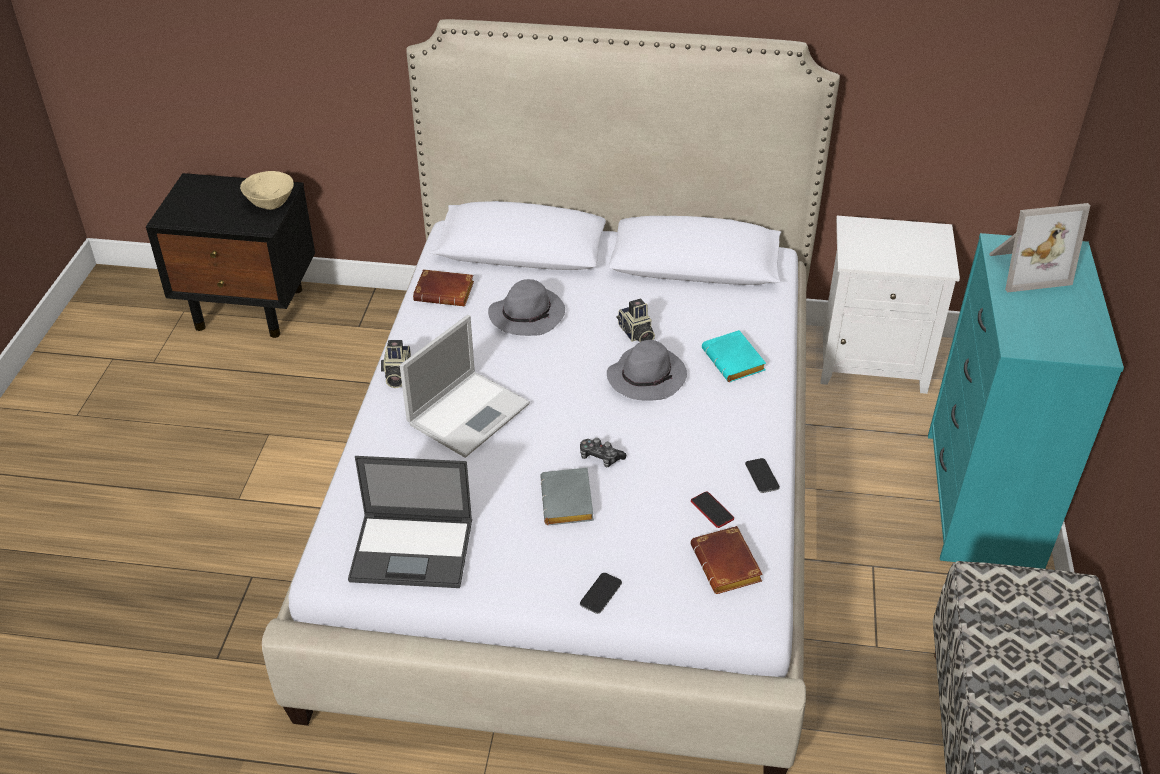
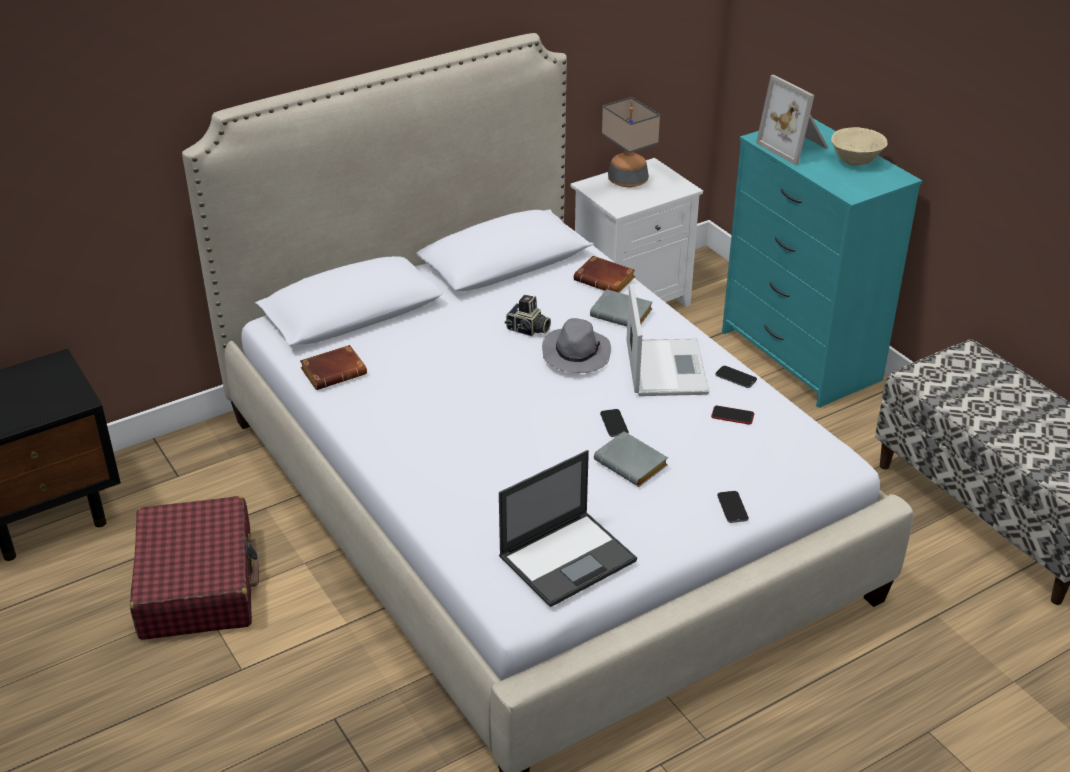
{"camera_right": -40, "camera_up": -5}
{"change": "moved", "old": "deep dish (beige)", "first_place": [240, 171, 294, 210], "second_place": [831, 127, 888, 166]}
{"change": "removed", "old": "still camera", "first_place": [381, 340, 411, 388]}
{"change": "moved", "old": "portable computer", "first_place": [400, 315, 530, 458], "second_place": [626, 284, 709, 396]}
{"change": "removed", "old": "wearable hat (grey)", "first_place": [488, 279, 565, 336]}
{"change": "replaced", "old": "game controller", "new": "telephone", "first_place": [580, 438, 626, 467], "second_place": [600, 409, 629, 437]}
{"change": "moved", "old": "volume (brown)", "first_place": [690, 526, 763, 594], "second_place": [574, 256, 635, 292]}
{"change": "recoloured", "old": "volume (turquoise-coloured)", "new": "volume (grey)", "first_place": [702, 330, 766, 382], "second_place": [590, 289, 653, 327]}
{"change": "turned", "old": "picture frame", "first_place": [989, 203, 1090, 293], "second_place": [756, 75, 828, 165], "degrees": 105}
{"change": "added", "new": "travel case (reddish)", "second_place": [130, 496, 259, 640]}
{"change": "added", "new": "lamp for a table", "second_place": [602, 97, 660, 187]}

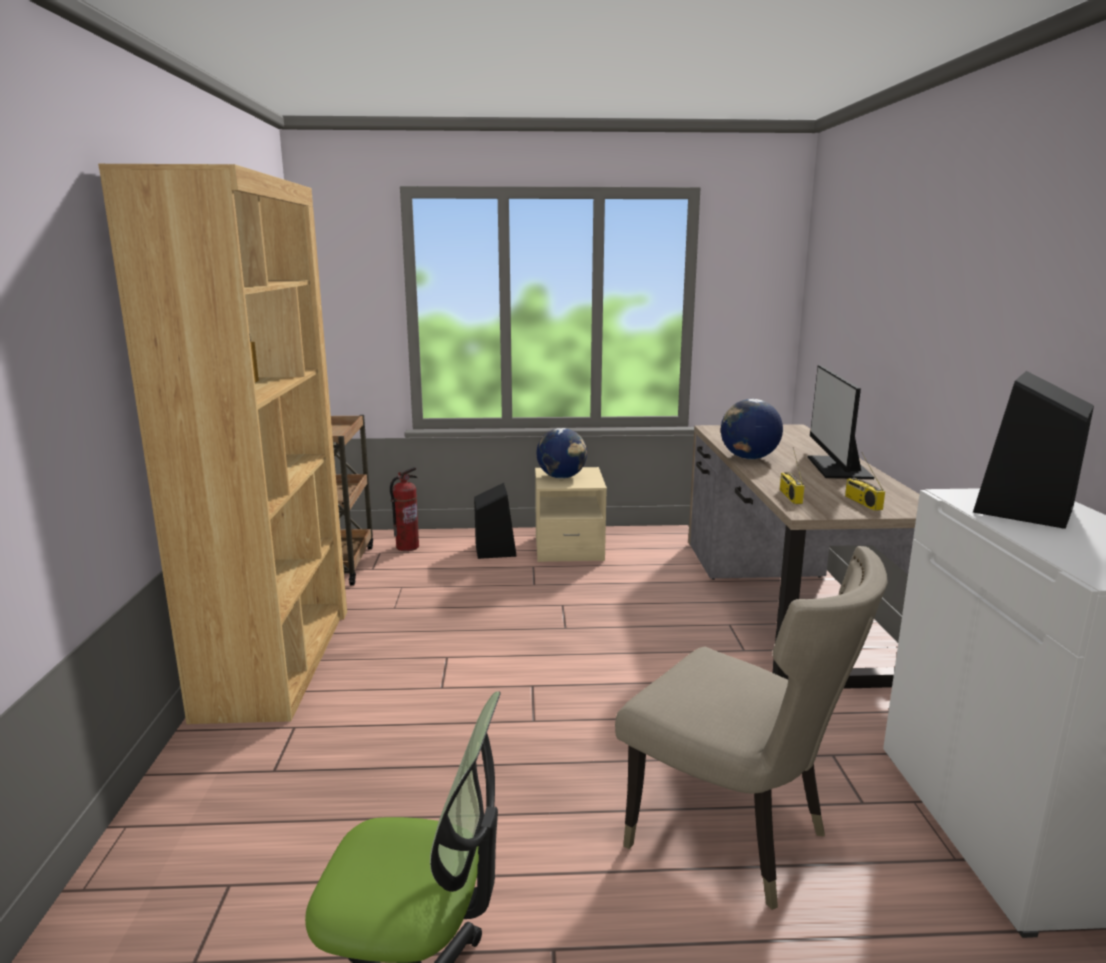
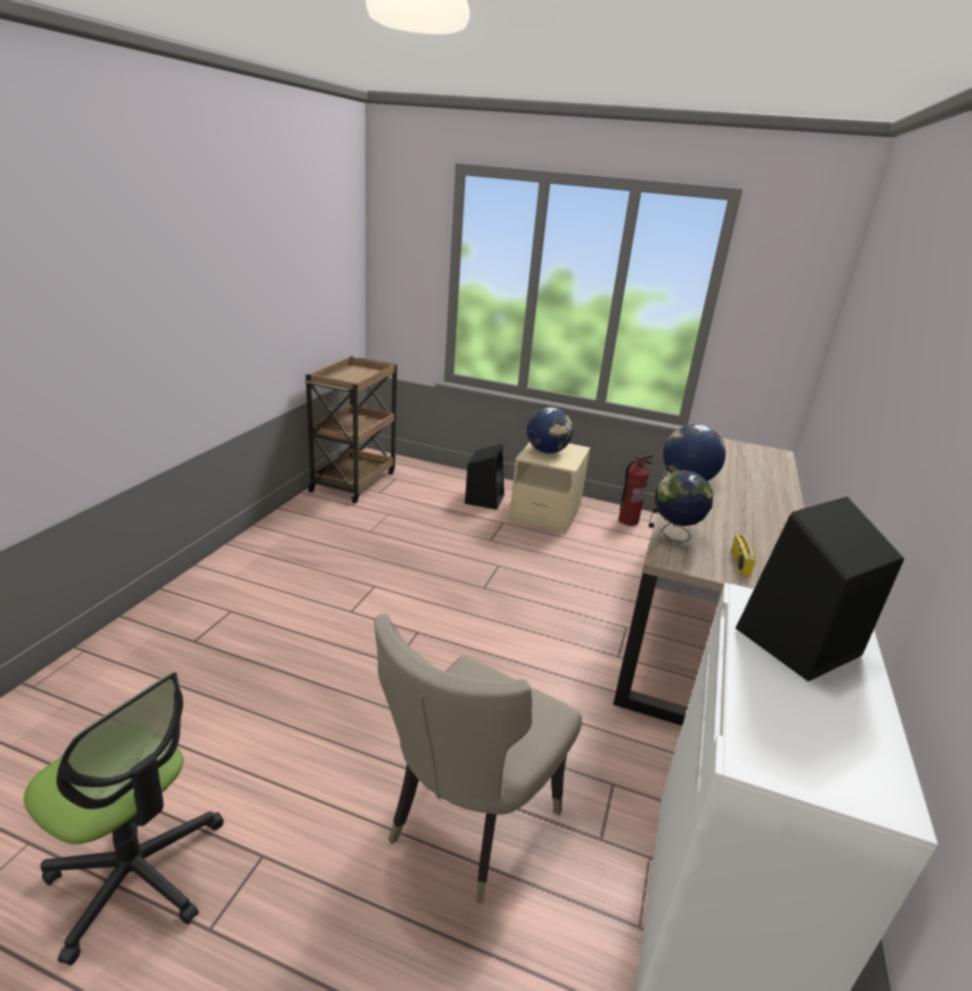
{"camera_right": 20, "camera_up": 10}
{"change": "removed", "old": "bookcase (brown)", "first_place": [98, 164, 347, 724]}
{"change": "moved", "old": "fire-fighting cylinder", "first_place": [390, 467, 419, 551], "second_place": [619, 454, 654, 526]}
{"change": "turned", "old": "chair (beige)", "first_place": [615, 546, 888, 910], "second_place": [374, 614, 582, 904], "degrees": 60}
{"change": "replaced", "old": "radio", "new": "desk globe", "first_place": [780, 447, 804, 504], "second_place": [655, 470, 713, 543]}
{"change": "removed", "old": "computer display", "first_place": [808, 365, 874, 479]}

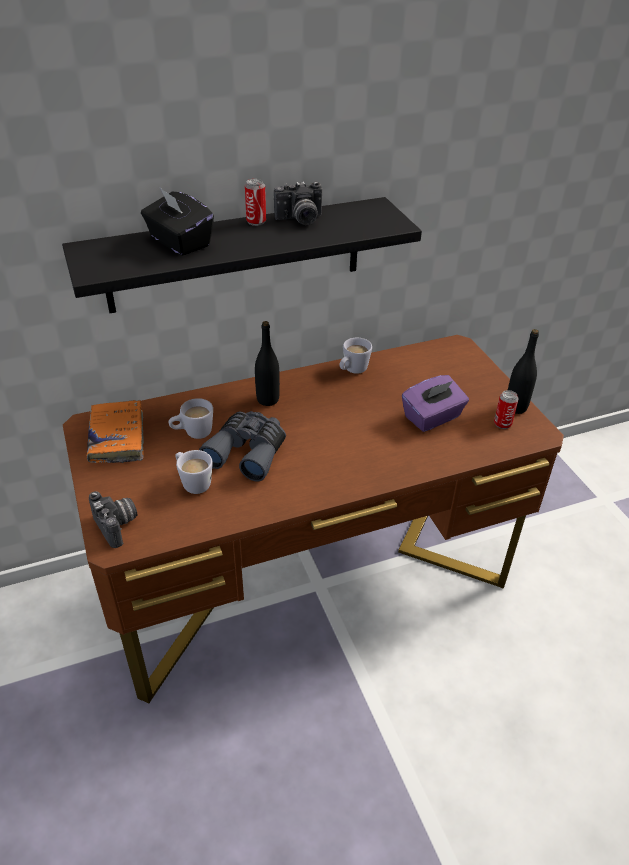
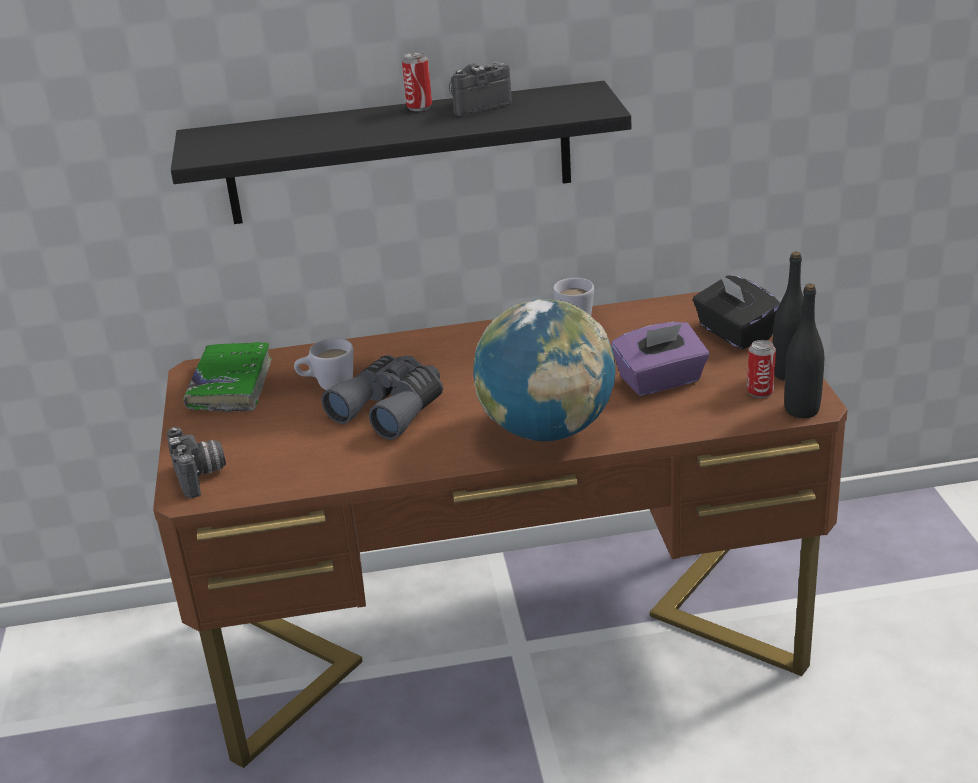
{"camera_right": 15, "camera_up": -10}
{"change": "recoloured", "old": "volume (orange-coloured)", "new": "volume (green)", "first_place": [87, 400, 144, 463], "second_place": [183, 342, 272, 412]}
{"change": "moved", "old": "box of tissues (blackish)", "first_place": [141, 188, 214, 256], "second_place": [693, 274, 780, 349]}
{"change": "removed", "old": "coffee mug (whitish)", "first_place": [175, 450, 213, 494]}
{"change": "moved", "old": "beverage bottle (blackish)", "first_place": [255, 321, 280, 406], "second_place": [784, 283, 824, 418]}
{"change": "turned", "old": "still camera", "first_place": [274, 181, 322, 225], "second_place": [449, 62, 511, 116], "degrees": 150}
{"change": "added", "new": "desk globe", "second_place": [473, 299, 615, 441]}

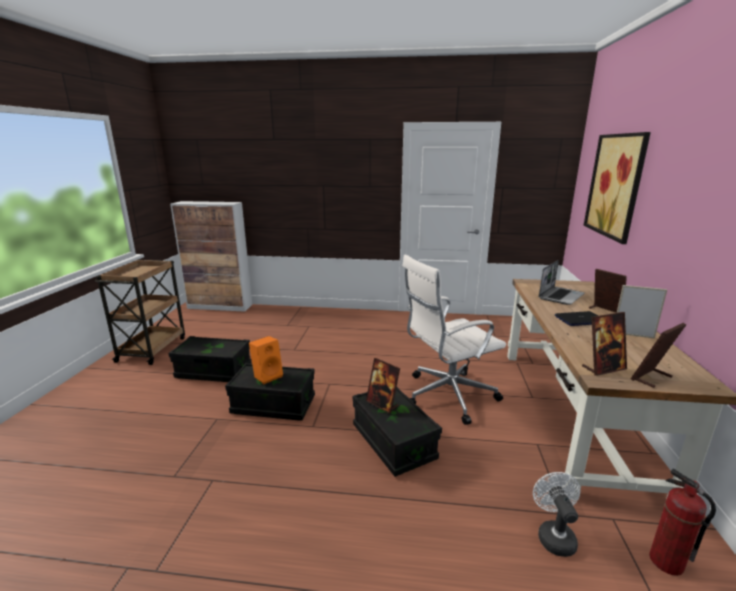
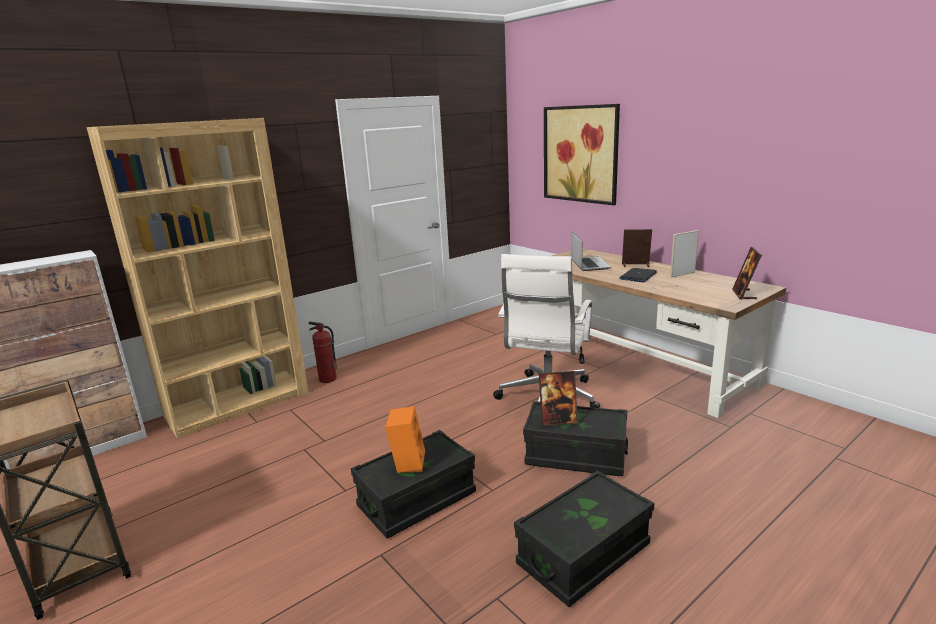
{"camera_right": -45, "camera_up": 0}
{"change": "moved", "old": "storage container (blackish)", "first_place": [168, 336, 252, 382], "second_place": [514, 470, 654, 607]}
{"change": "removed", "old": "electric fan (whitish)", "first_place": [533, 472, 581, 557]}
{"change": "removed", "old": "picture frame", "first_place": [582, 312, 627, 376]}
{"change": "moved", "old": "fire-fighting cylinder", "first_place": [649, 469, 716, 576], "second_place": [308, 322, 337, 383]}
{"change": "added", "new": "bookcase (brown)", "second_place": [86, 118, 309, 439]}

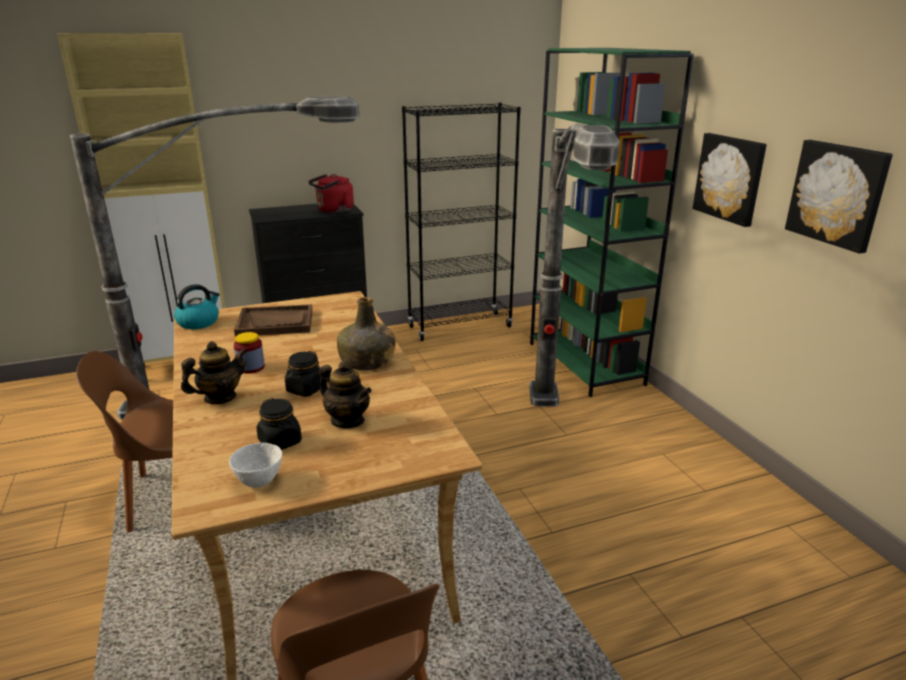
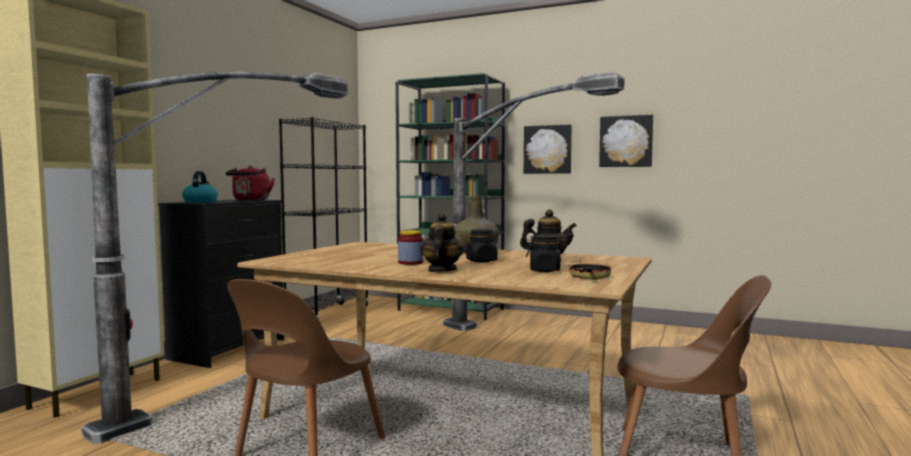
{"camera_right": -45, "camera_up": -20}
{"change": "moved", "old": "tea kettle", "first_place": [174, 284, 220, 329], "second_place": [182, 171, 218, 203]}
{"change": "replaced", "old": "deep dish (whitish)", "new": "skillet", "first_place": [229, 443, 282, 488], "second_place": [569, 261, 611, 280]}
{"change": "removed", "old": "carrying tray (brown)", "first_place": [234, 304, 313, 337]}

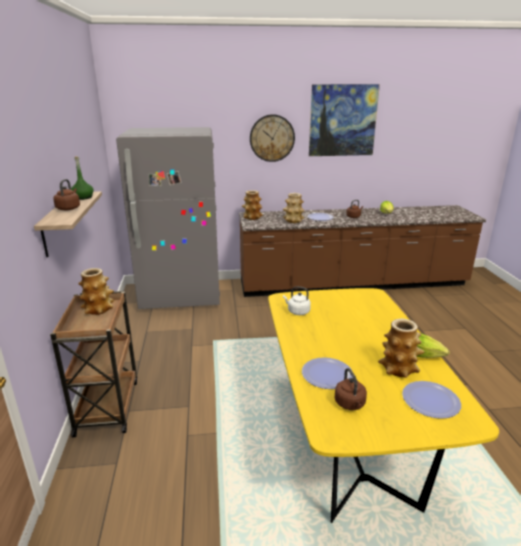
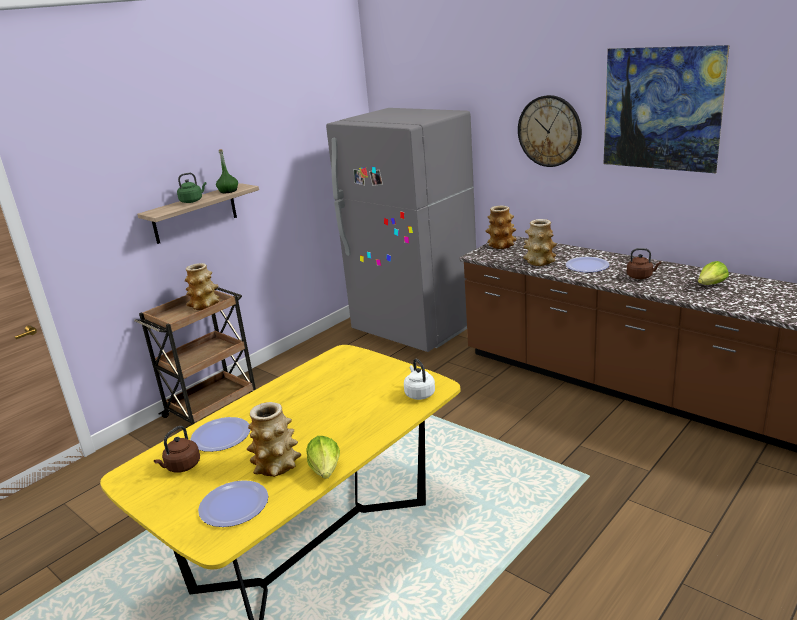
{"camera_right": 50, "camera_up": 0}
{"change": "recoloured", "old": "tea kettle (brown)", "new": "tea kettle (green)", "first_place": [53, 179, 80, 210], "second_place": [177, 173, 207, 203]}
{"change": "moved", "old": "tea kettle (whitish)", "first_place": [283, 286, 311, 315], "second_place": [404, 359, 435, 400]}

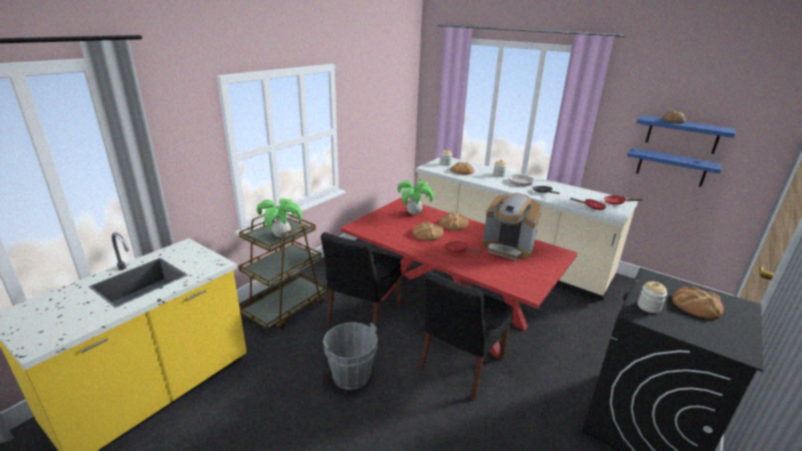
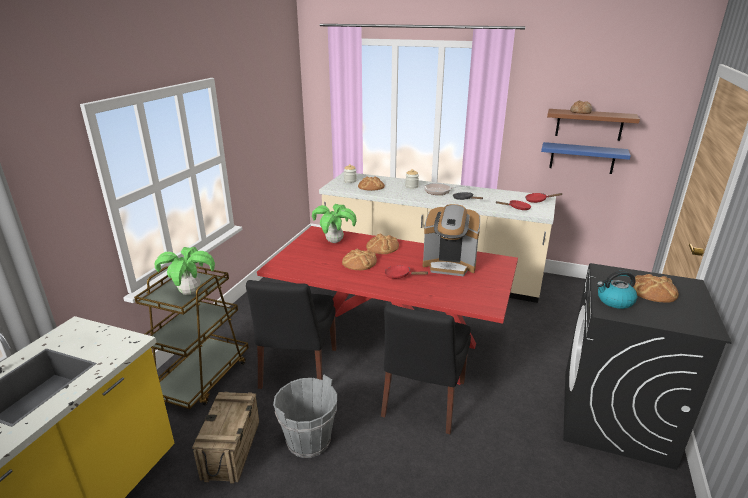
{"camera_right": -15, "camera_up": 0}
{"change": "recoloured", "old": "wall shelf (bluish)", "new": "wall shelf (brown)", "first_place": [637, 115, 736, 154], "second_place": [547, 109, 640, 141]}
{"change": "replaced", "old": "storage jar", "new": "tea kettle", "first_place": [638, 281, 667, 313], "second_place": [597, 271, 637, 309]}
{"change": "added", "new": "shipping crate", "second_place": [192, 392, 259, 484]}

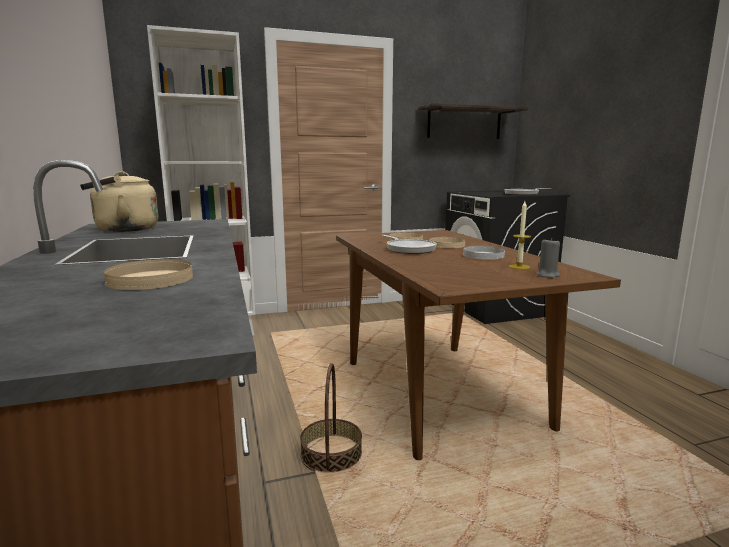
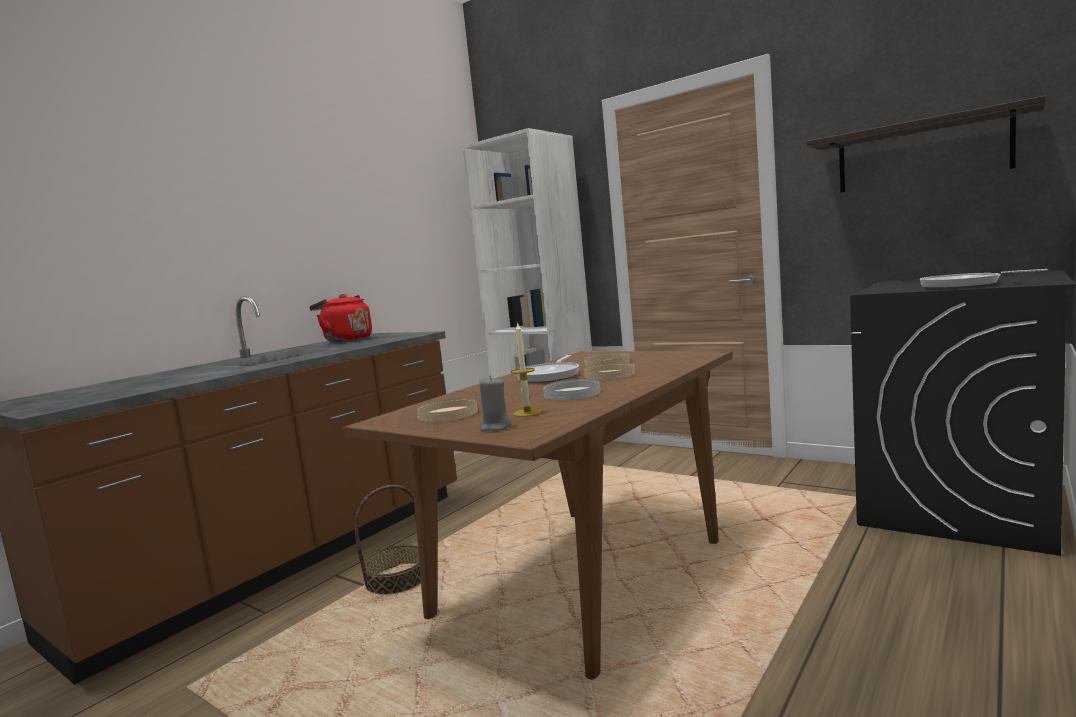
{"camera_right": 55, "camera_up": -5}
{"change": "recoloured", "old": "tea kettle (beige)", "new": "tea kettle (reddish)", "first_place": [80, 171, 158, 232], "second_place": [309, 294, 372, 343]}
{"change": "moved", "old": "plate (beige)", "first_place": [104, 259, 193, 290], "second_place": [417, 398, 478, 422]}

